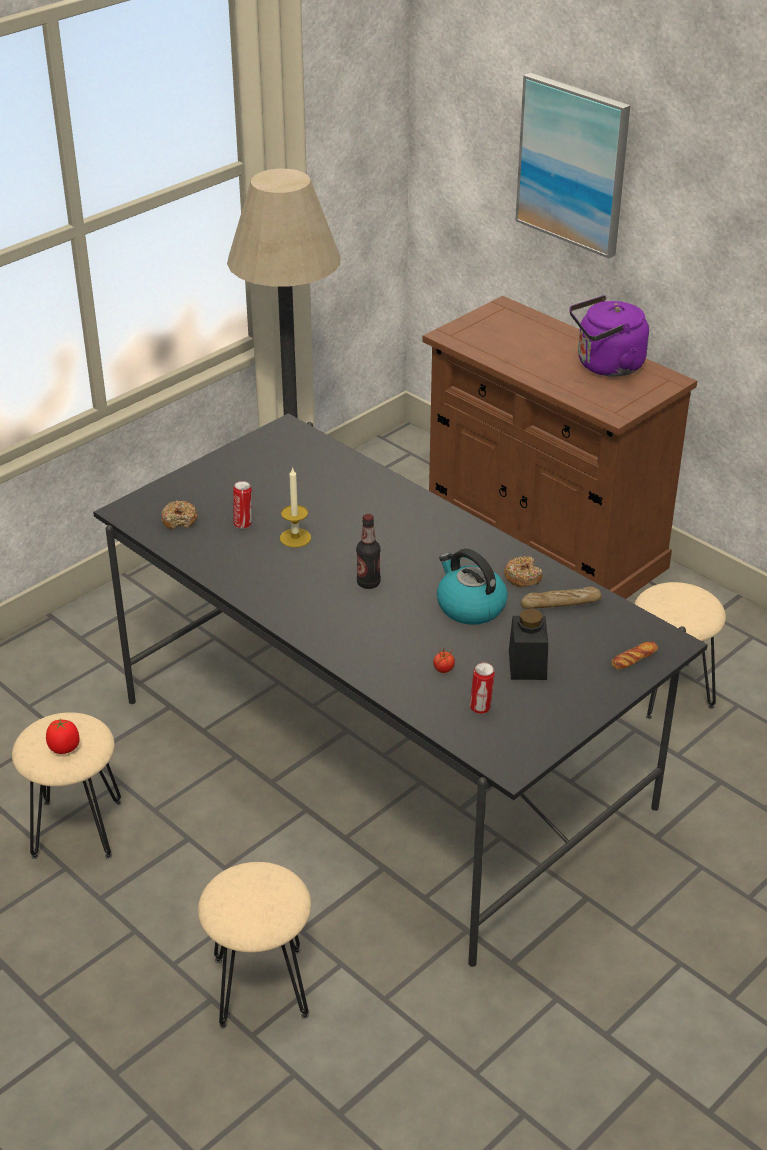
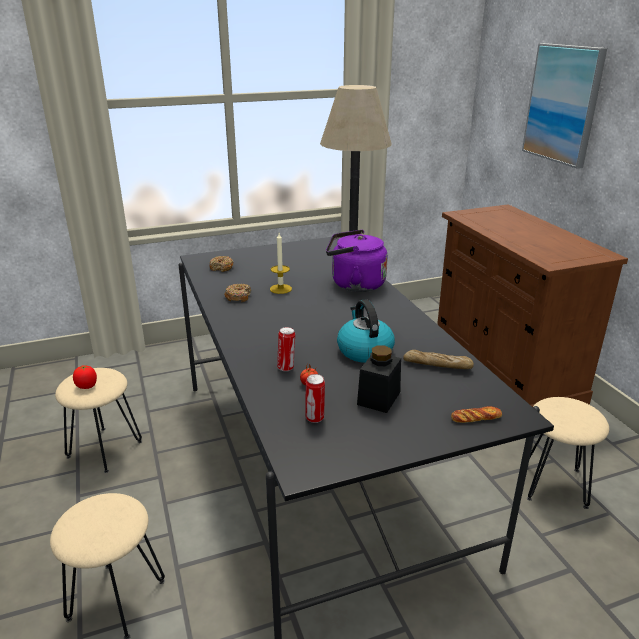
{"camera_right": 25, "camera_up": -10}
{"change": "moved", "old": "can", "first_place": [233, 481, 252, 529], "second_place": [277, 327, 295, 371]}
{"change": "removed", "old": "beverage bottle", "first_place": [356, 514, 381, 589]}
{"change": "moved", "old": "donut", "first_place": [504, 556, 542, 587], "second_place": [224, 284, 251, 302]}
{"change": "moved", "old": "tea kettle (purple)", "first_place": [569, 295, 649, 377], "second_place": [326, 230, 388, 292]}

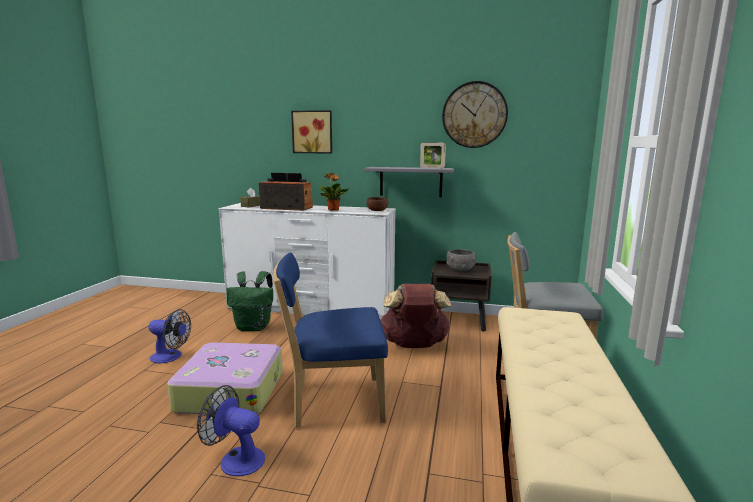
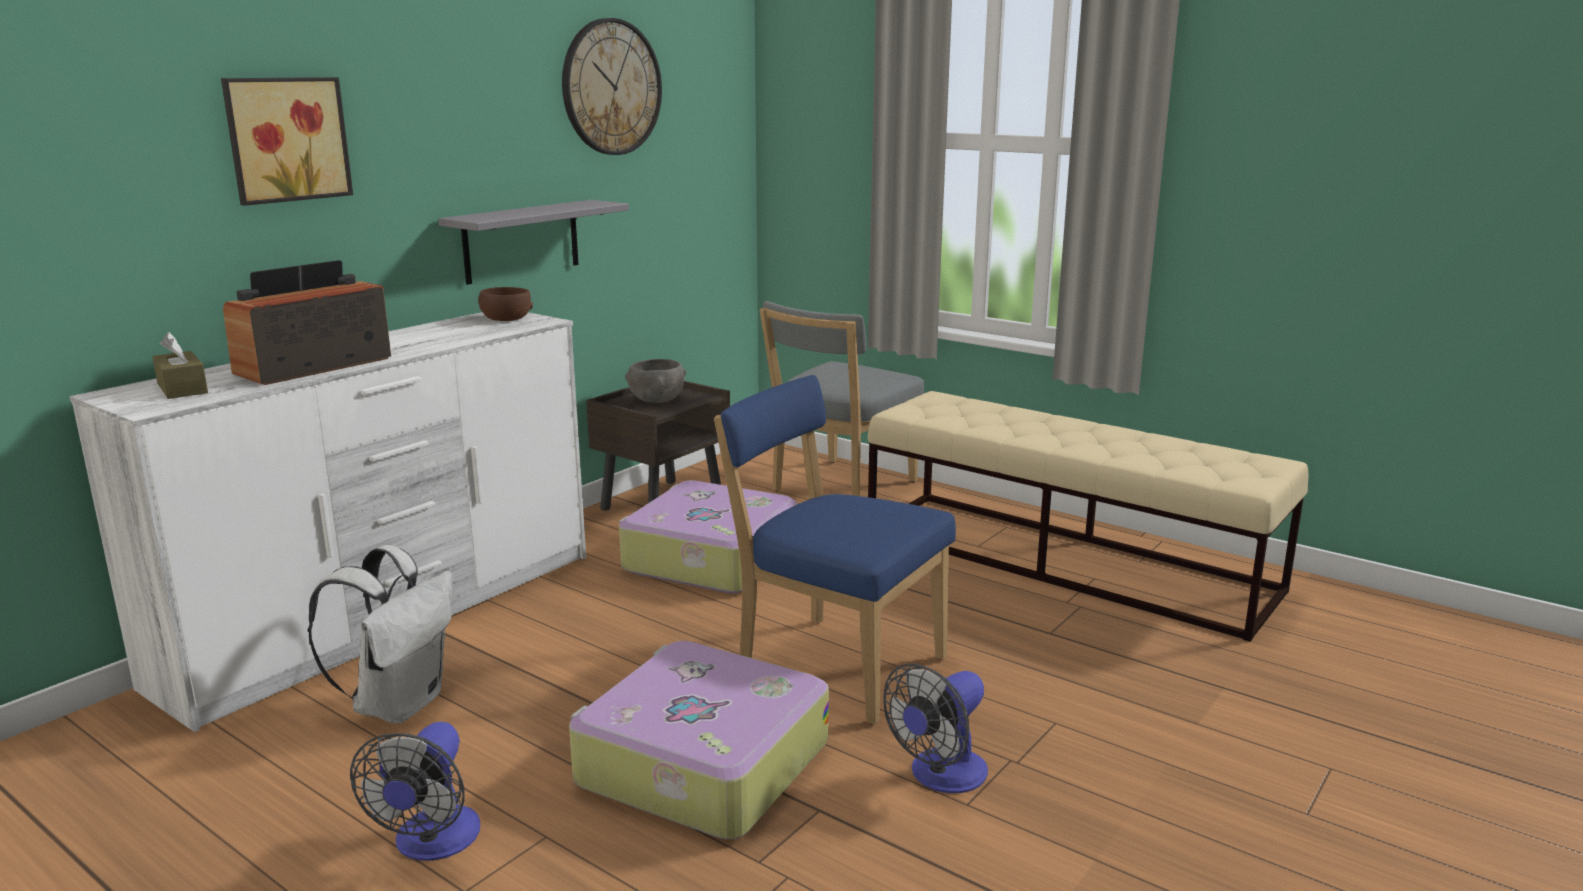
{"camera_right": -65, "camera_up": 5}
{"change": "turned", "old": "electric fan", "first_place": [148, 309, 191, 363], "second_place": [350, 722, 480, 861], "degrees": 150}
{"change": "recoloured", "old": "rucksack (green)", "new": "rucksack (whitish)", "first_place": [226, 271, 273, 331], "second_place": [307, 545, 453, 724]}
{"change": "turned", "old": "chair (bluish)", "first_place": [273, 252, 388, 428], "second_place": [714, 375, 956, 725], "degrees": 105}
{"change": "removed", "old": "potted plant", "first_place": [320, 173, 350, 211]}
{"change": "replaced", "old": "rucksack (brown)", "new": "travel case", "first_place": [381, 284, 451, 348], "second_place": [619, 480, 797, 594]}
{"change": "removed", "old": "picture frame", "first_place": [420, 142, 446, 168]}

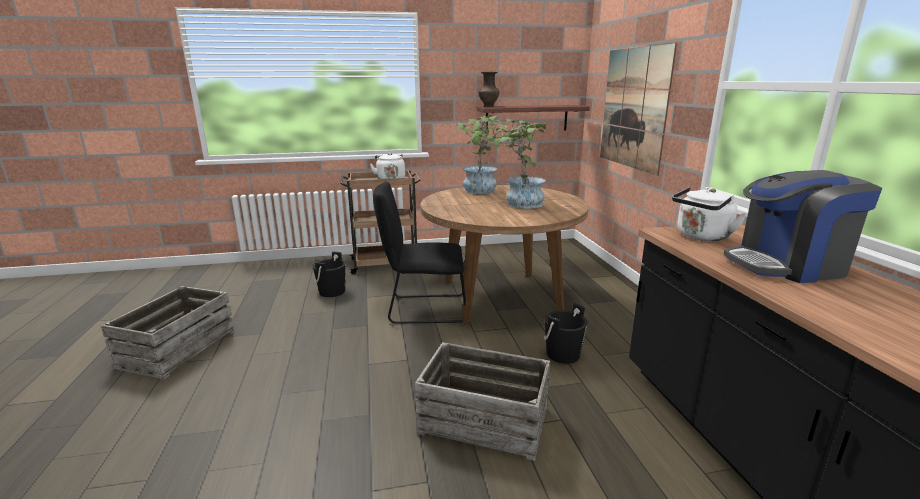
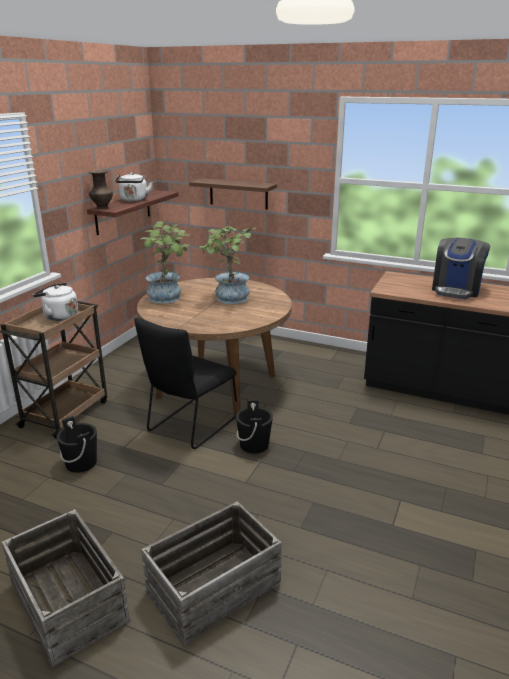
{"camera_right": -55, "camera_up": 5}
{"change": "moved", "old": "shipping crate", "first_place": [415, 342, 550, 461], "second_place": [142, 501, 282, 646]}
{"change": "moved", "old": "bucket (blackish)", "first_place": [544, 303, 588, 364], "second_place": [236, 399, 273, 454]}
{"change": "replaced", "old": "wall art", "new": "wall shelf (brown)", "first_place": [600, 43, 677, 176], "second_place": [189, 178, 277, 210]}
{"change": "moved", "old": "tea kettle (whitish)", "first_place": [672, 187, 747, 241], "second_place": [115, 172, 152, 202]}

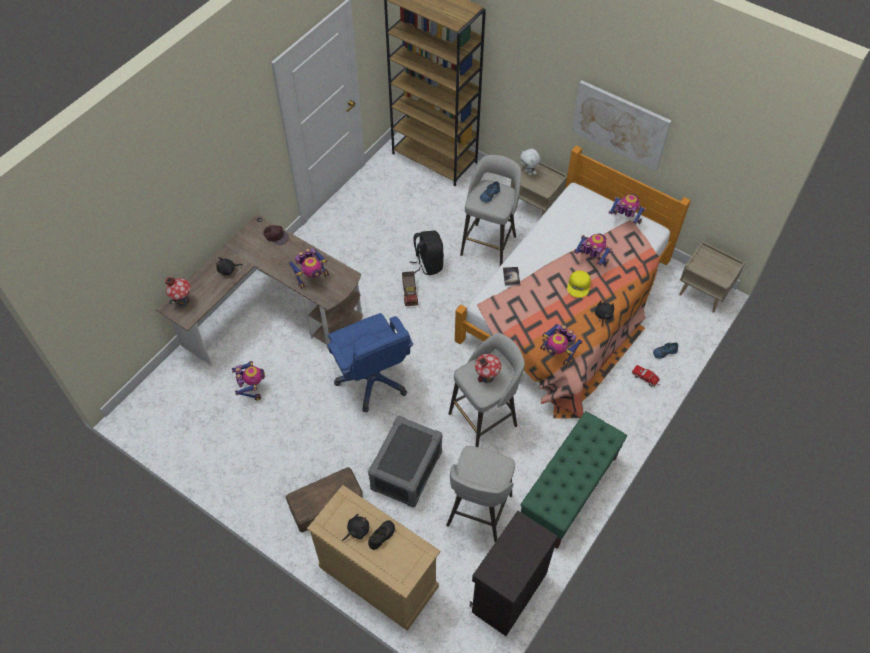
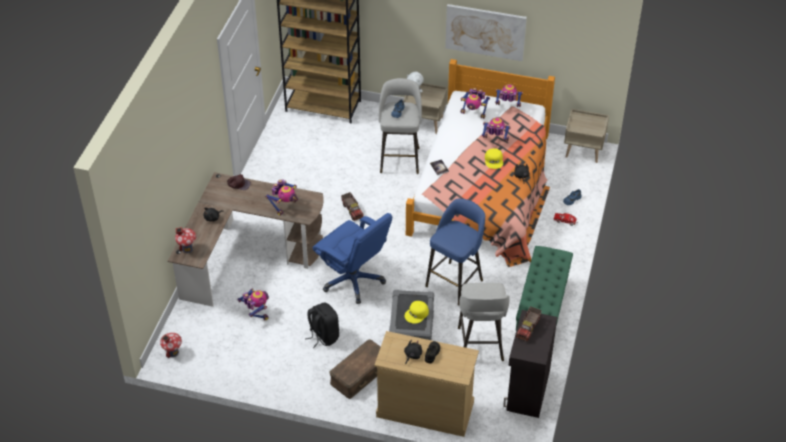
{"camera_right": -20, "camera_up": -10}
{"change": "moved", "old": "rucksack (blackish)", "first_place": [409, 231, 444, 275], "second_place": [305, 302, 339, 348]}
{"change": "recoloured", "old": "stool (grey)", "new": "stool (bluish)", "first_place": [448, 333, 525, 447], "second_place": [425, 198, 485, 305]}
{"change": "moved", "old": "miniature house", "first_place": [475, 354, 502, 383], "second_place": [160, 333, 182, 358]}
{"change": "moved", "old": "robot figure", "first_place": [540, 324, 583, 366], "second_place": [460, 88, 490, 119]}
{"change": "added", "new": "cap (yellow)", "second_place": [405, 301, 429, 324]}
{"change": "added", "new": "toy truck", "second_place": [516, 306, 542, 342]}

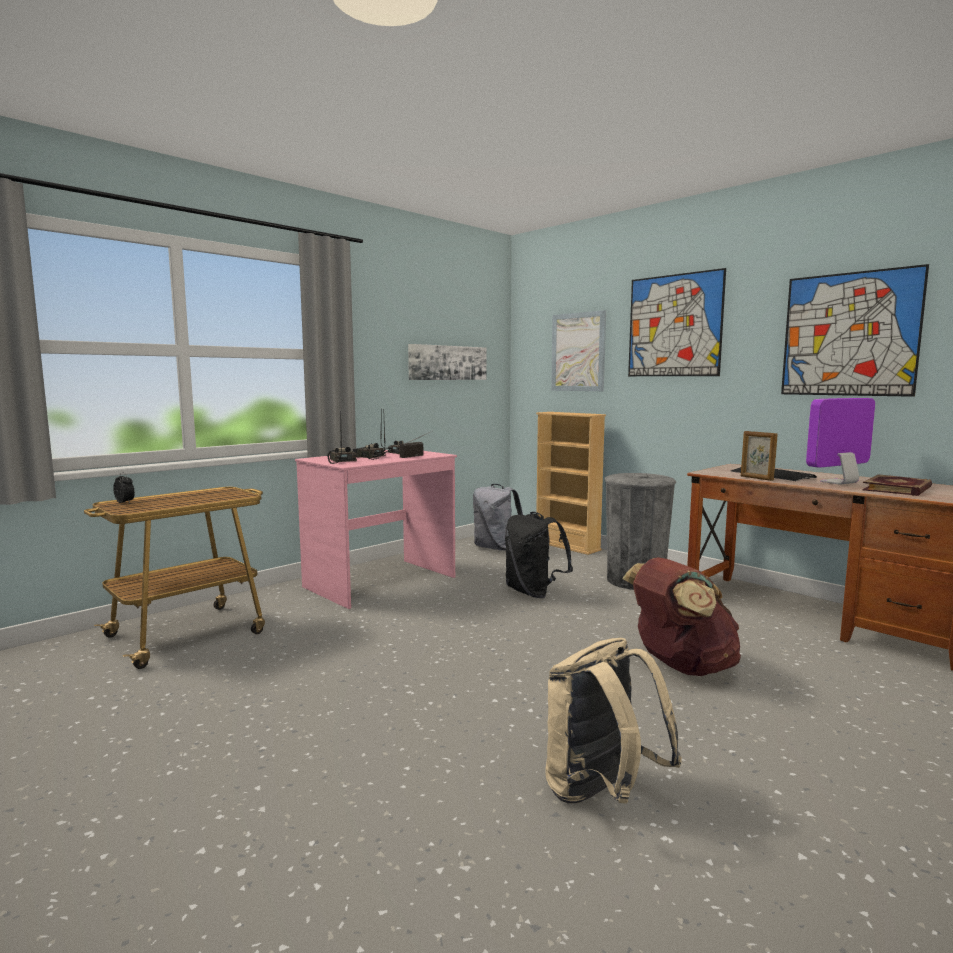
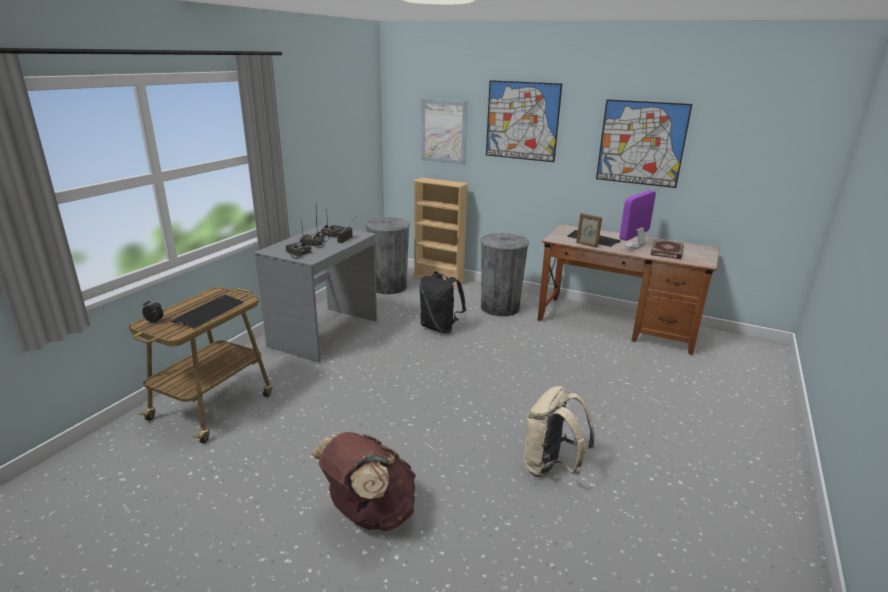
{"camera_right": -20, "camera_up": 15}
{"change": "recoloured", "old": "desk unit (pink-coloured)", "new": "desk unit (grey)", "first_place": [295, 450, 457, 609], "second_place": [254, 224, 377, 363]}
{"change": "removed", "old": "wall art", "first_place": [408, 344, 487, 380]}
{"change": "replaced", "old": "rucksack (grey)", "new": "waste bin (grey)", "first_place": [473, 484, 523, 550], "second_place": [365, 217, 410, 294]}
{"change": "moved", "old": "rucksack (brown)", "first_place": [622, 557, 741, 676], "second_place": [311, 432, 416, 531]}
{"change": "added", "new": "computer keyboard", "second_place": [171, 295, 244, 328]}

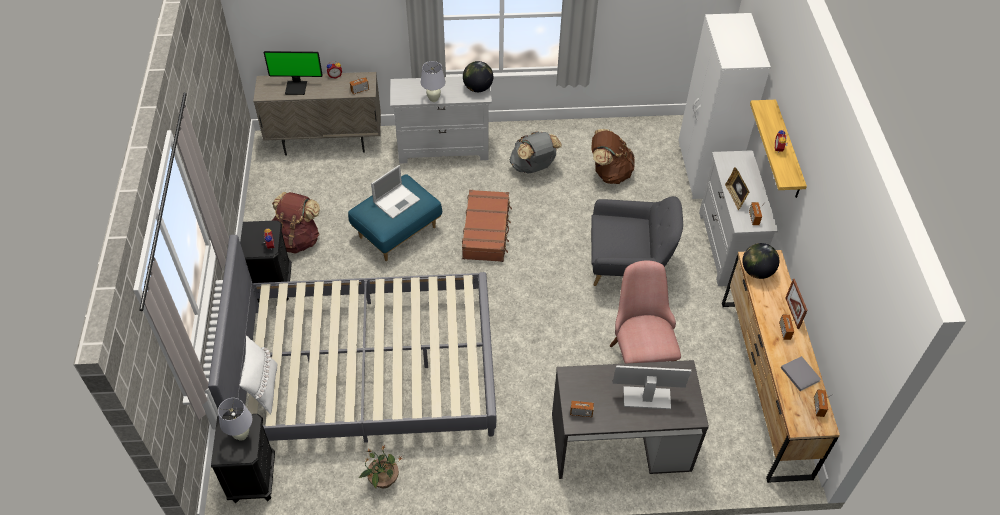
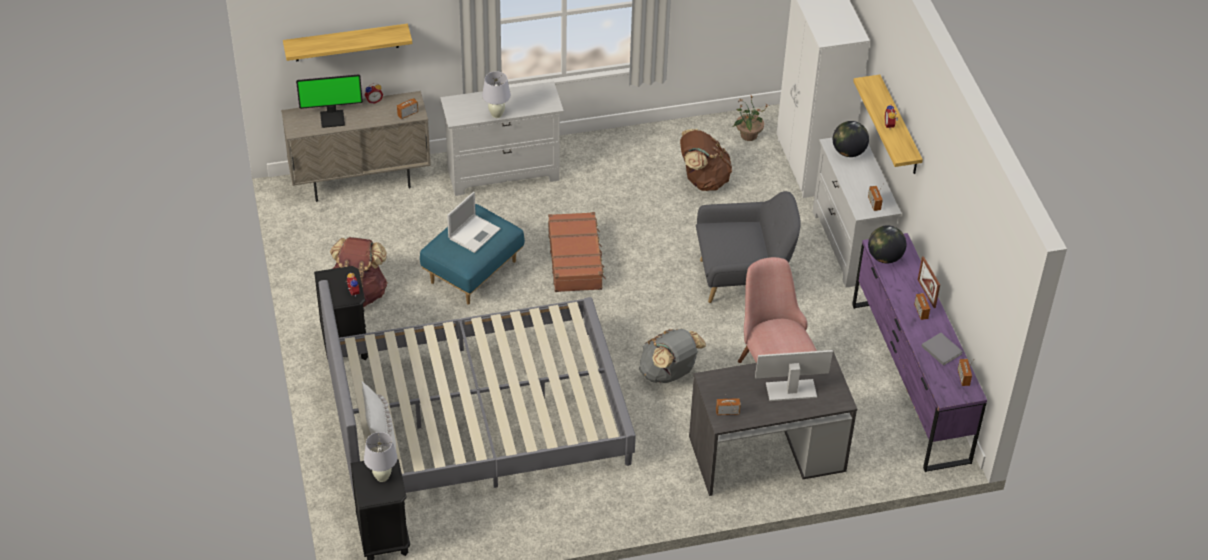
{"camera_right": -10, "camera_up": -5}
{"change": "moved", "old": "potted plant", "first_place": [359, 445, 403, 488], "second_place": [733, 96, 768, 141]}
{"change": "moved", "old": "desk globe", "first_place": [463, 61, 493, 92], "second_place": [833, 121, 869, 157]}
{"change": "moved", "old": "rucksack (grey)", "first_place": [509, 131, 562, 174], "second_place": [639, 329, 706, 383]}
{"change": "recoloured", "old": "chest of drawers (brown)", "new": "chest of drawers (purple)", "first_place": [722, 250, 840, 483], "second_place": [852, 233, 987, 472]}
{"change": "removed", "old": "picture frame", "first_place": [725, 167, 749, 210]}
{"change": "added", "new": "wall shelf", "second_place": [283, 24, 412, 61]}

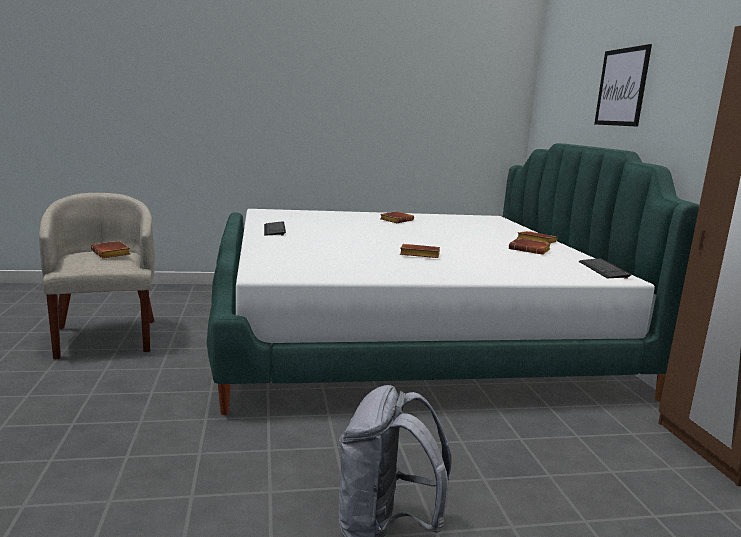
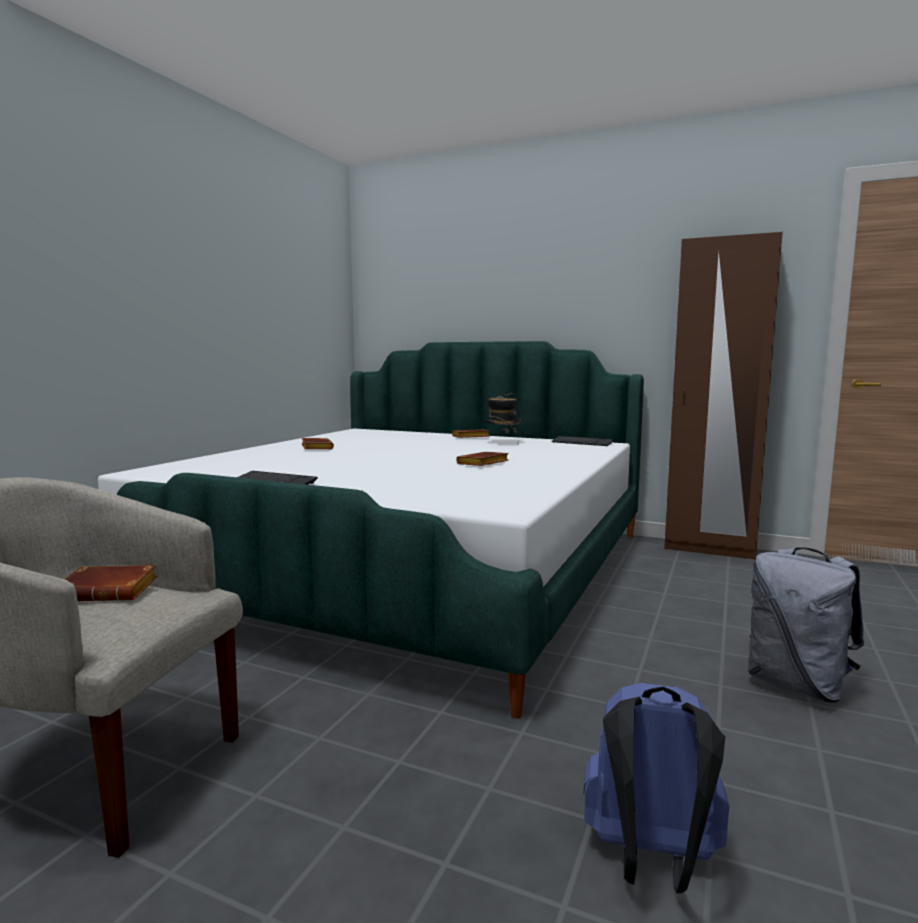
{"camera_right": -55, "camera_up": -5}
{"change": "replaced", "old": "volume (brown)", "new": "wearable hat", "first_place": [509, 238, 551, 255], "second_place": [483, 393, 521, 434]}
{"change": "removed", "old": "wall art", "first_place": [594, 44, 652, 127]}
{"change": "added", "new": "rucksack (bluish)", "second_place": [583, 683, 729, 893]}

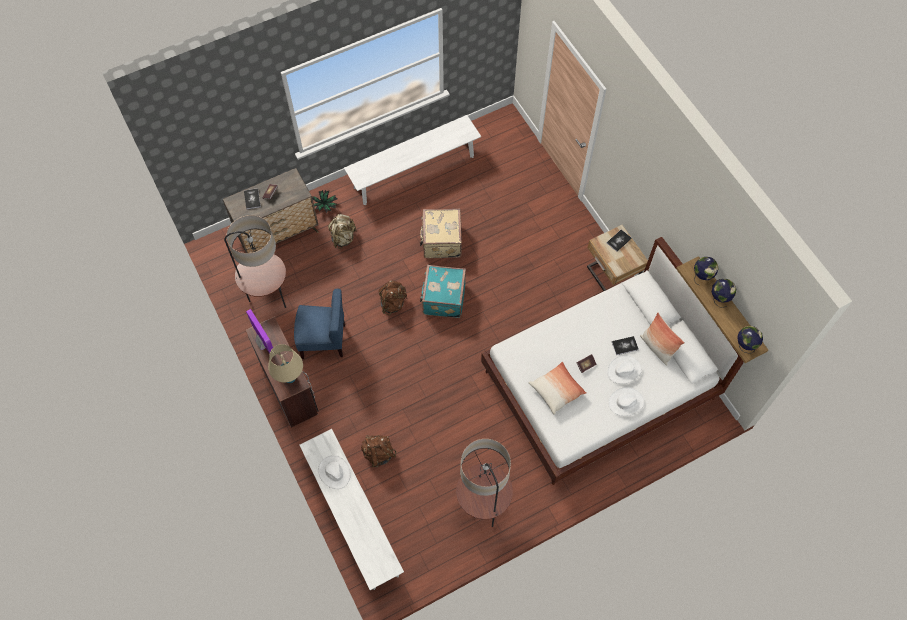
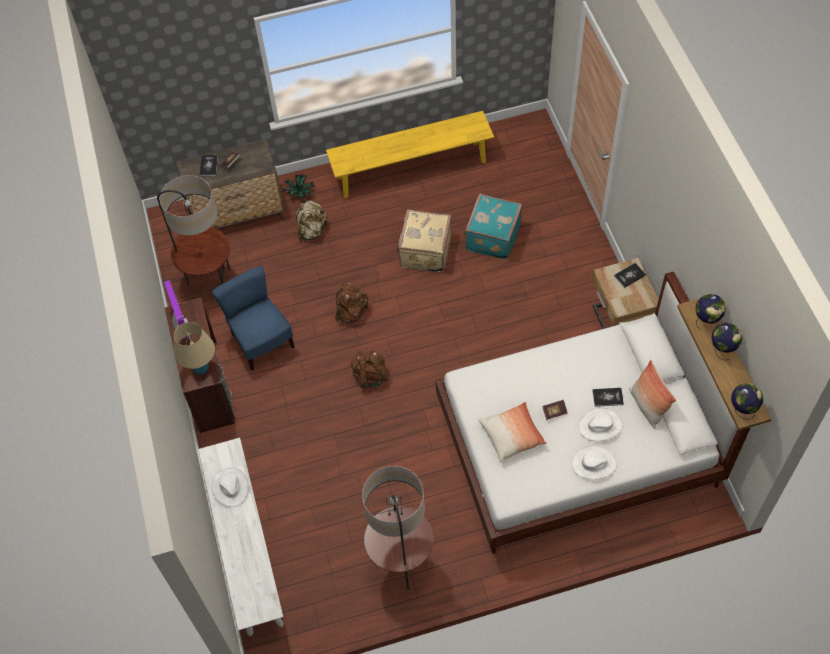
{"camera_right": 15, "camera_up": -5}
{"change": "turned", "old": "chair (bluish)", "first_place": [294, 289, 345, 359], "second_place": [212, 266, 295, 371], "degrees": -135}
{"change": "recoloured", "old": "indoor bench (whitish)", "new": "indoor bench (yellow)", "first_place": [344, 115, 481, 205], "second_place": [326, 111, 494, 199]}
{"change": "moved", "old": "rucksack (brown)", "first_place": [361, 435, 396, 467], "second_place": [351, 350, 390, 389]}
{"change": "moved", "old": "travel case (turquoise-coloured)", "first_place": [420, 265, 466, 318], "second_place": [464, 194, 522, 260]}

